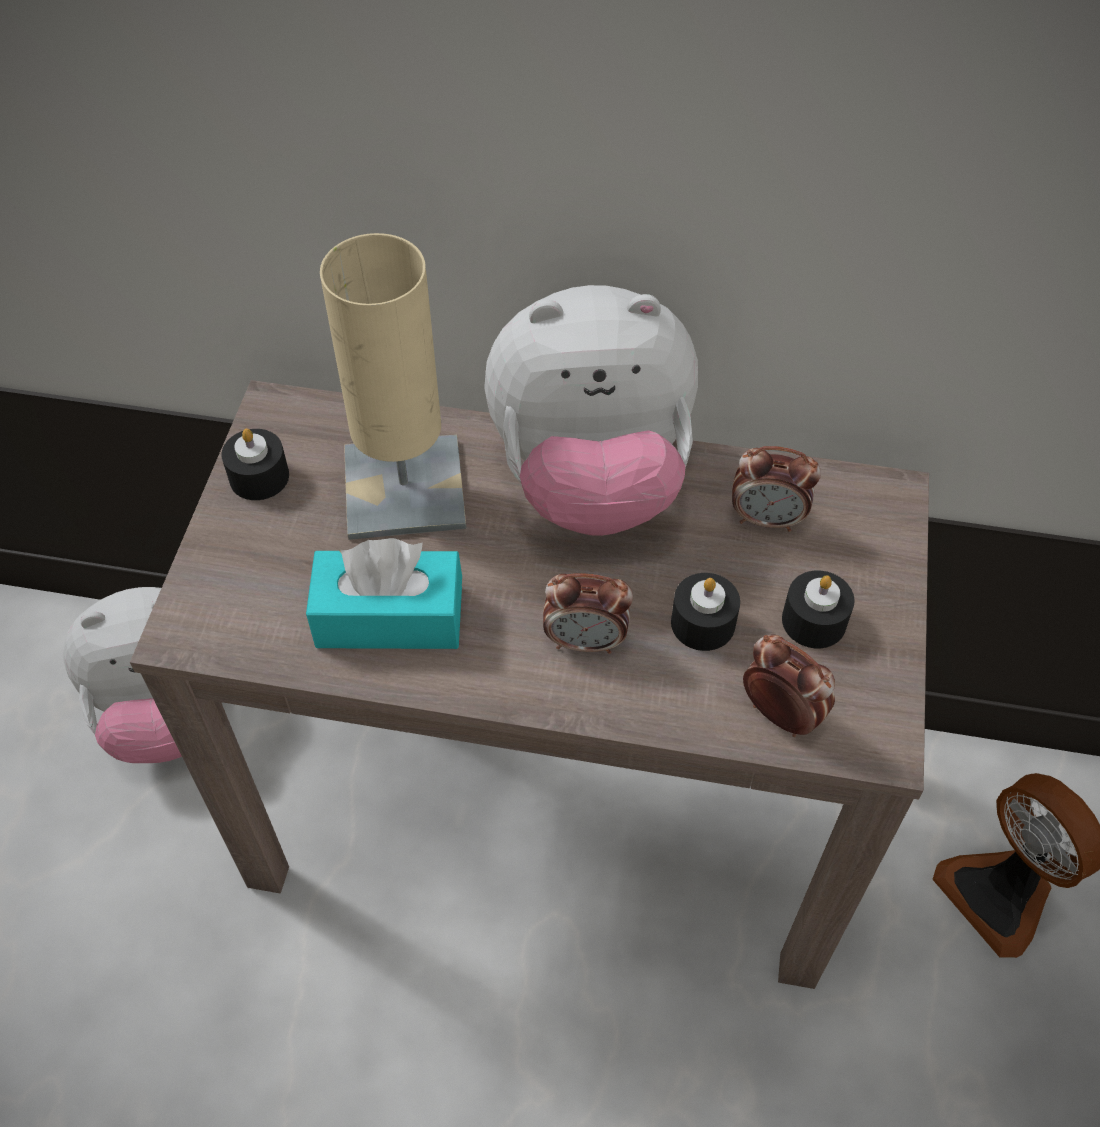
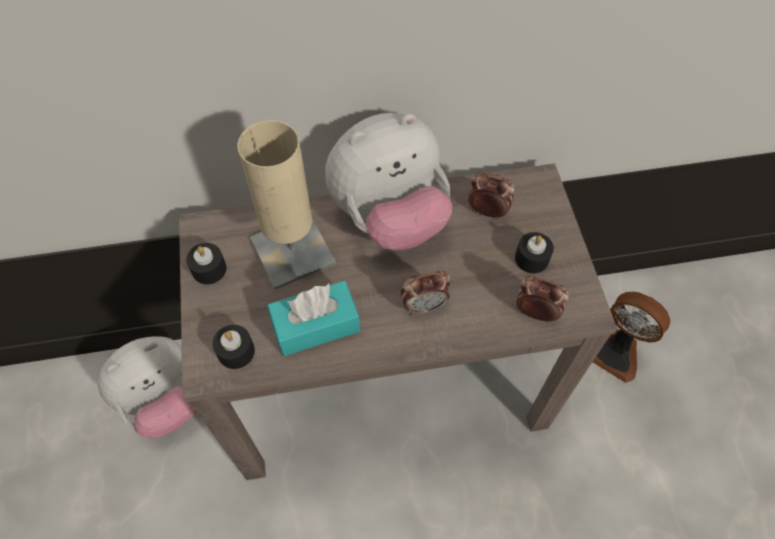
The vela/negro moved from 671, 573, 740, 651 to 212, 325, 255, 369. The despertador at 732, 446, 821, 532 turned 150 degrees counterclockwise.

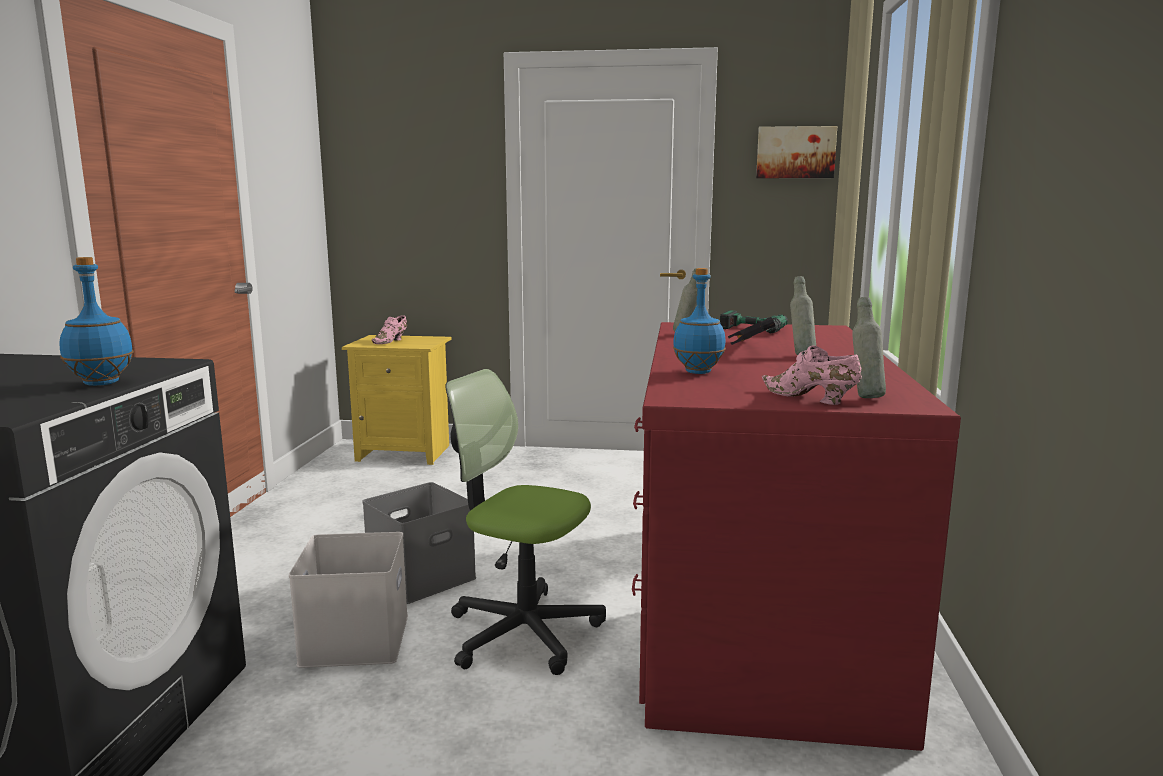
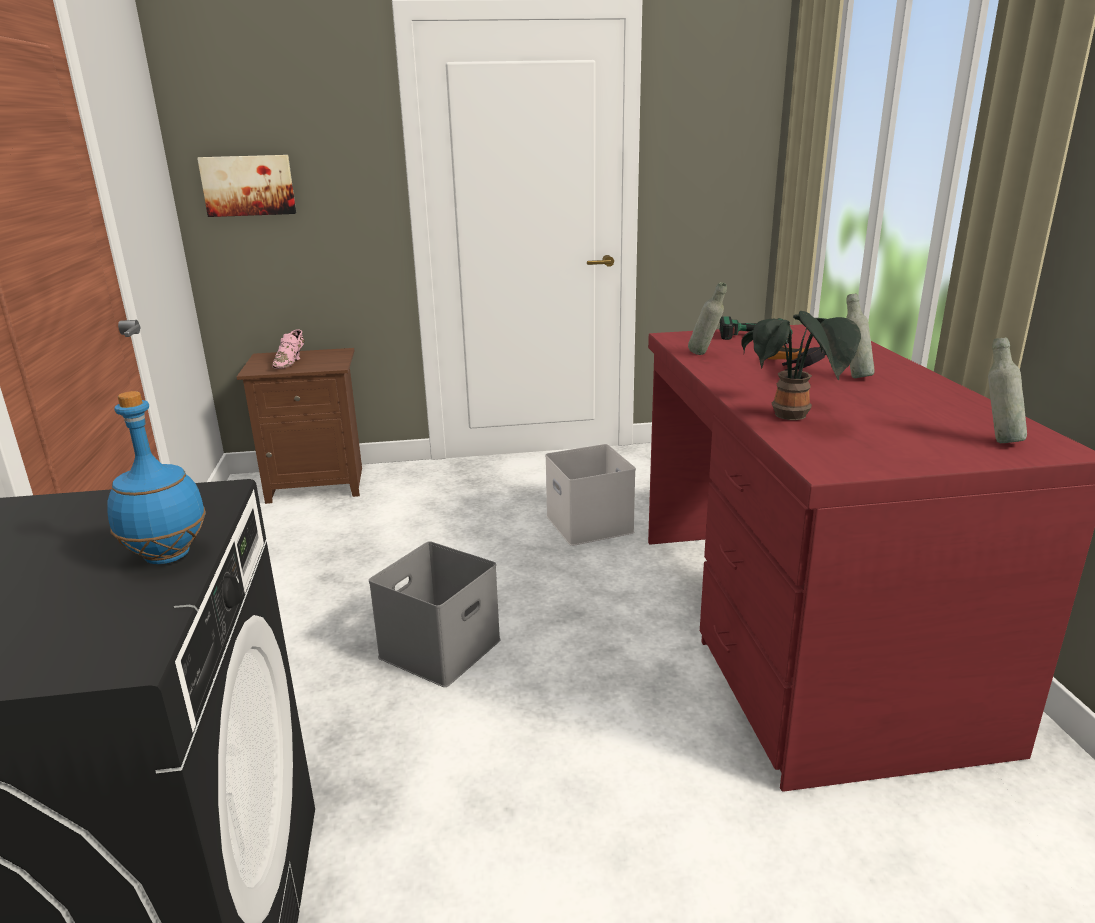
The cuadro moved from 756, 126, 837, 178 to 197, 155, 296, 217. The mesita de noche/amarillo at 342, 335, 451, 465 became the mesita de noche/marrón at 237, 348, 362, 504. The caja de almacenaje/blanco moved from 289, 532, 408, 668 to 545, 444, 636, 546. The botella/azul at 673, 268, 726, 374 was replaced by the planta en maceta at 741, 311, 861, 420. The silla de oficina at 445, 369, 606, 675 disappeared. The zapato/rosa at 762, 345, 862, 405 disappeared.

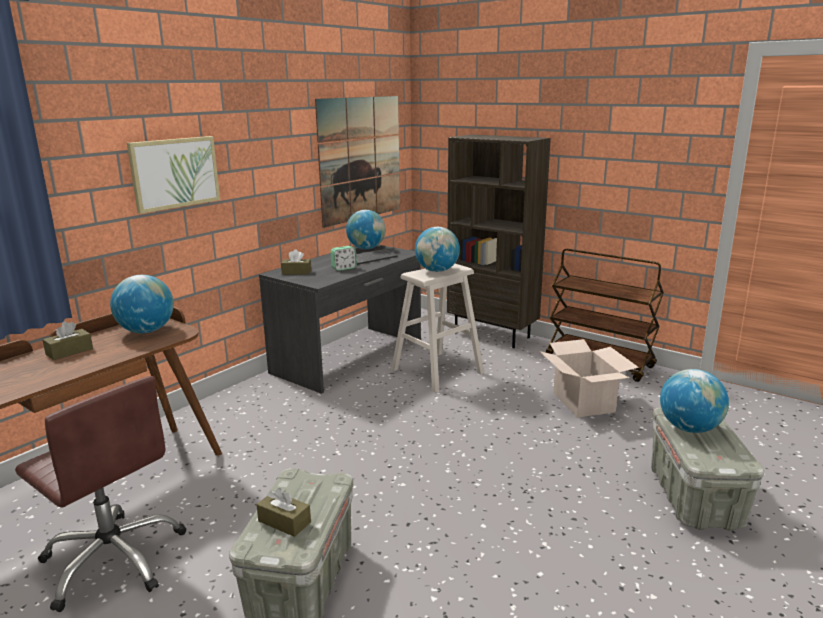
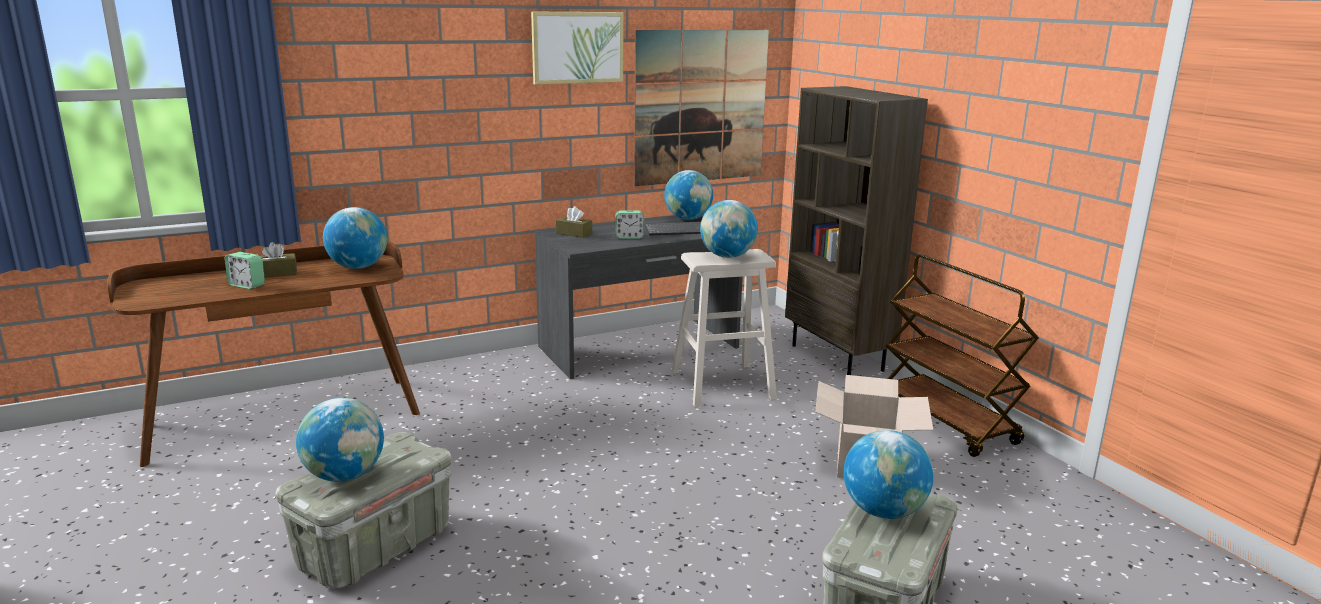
The despertador at 225, 252, 265, 289 appeared. The caja de pañuelos/marrón at 256, 488, 311, 537 was replaced by the globo terráqueo at 296, 398, 384, 482. The cuadro moved from 127, 136, 220, 214 to 531, 11, 623, 85. The silla de oficina/marrón at 15, 376, 186, 612 disappeared.

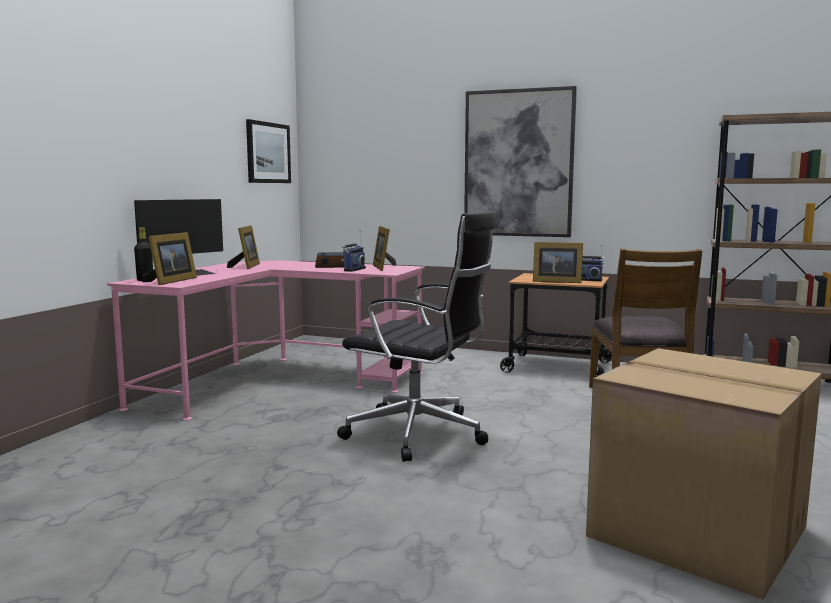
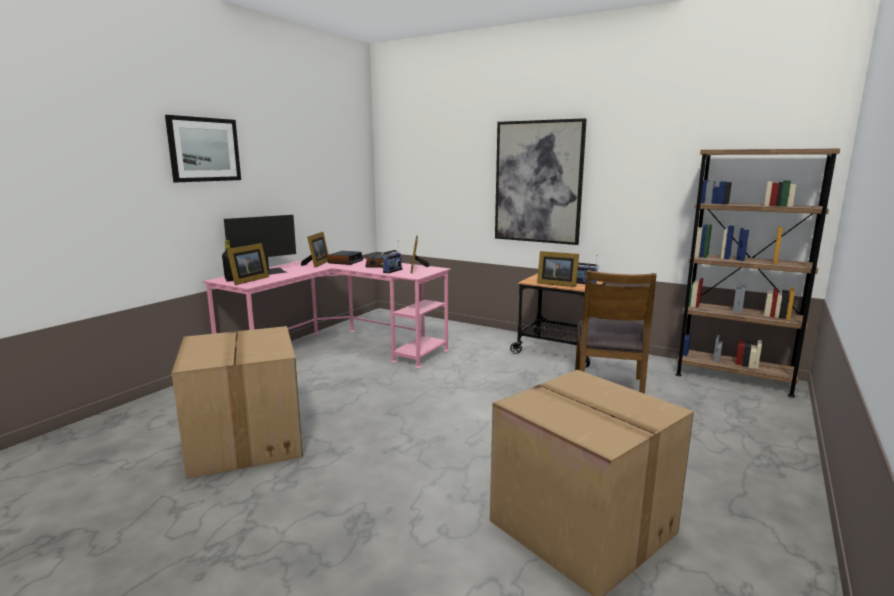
The cuadro moved from 246, 119, 291, 183 to 165, 115, 241, 182. The caja de cartón at 172, 326, 303, 479 appeared. The despertador at 327, 251, 363, 265 appeared. The silla de oficina/negro at 337, 211, 498, 462 disappeared.

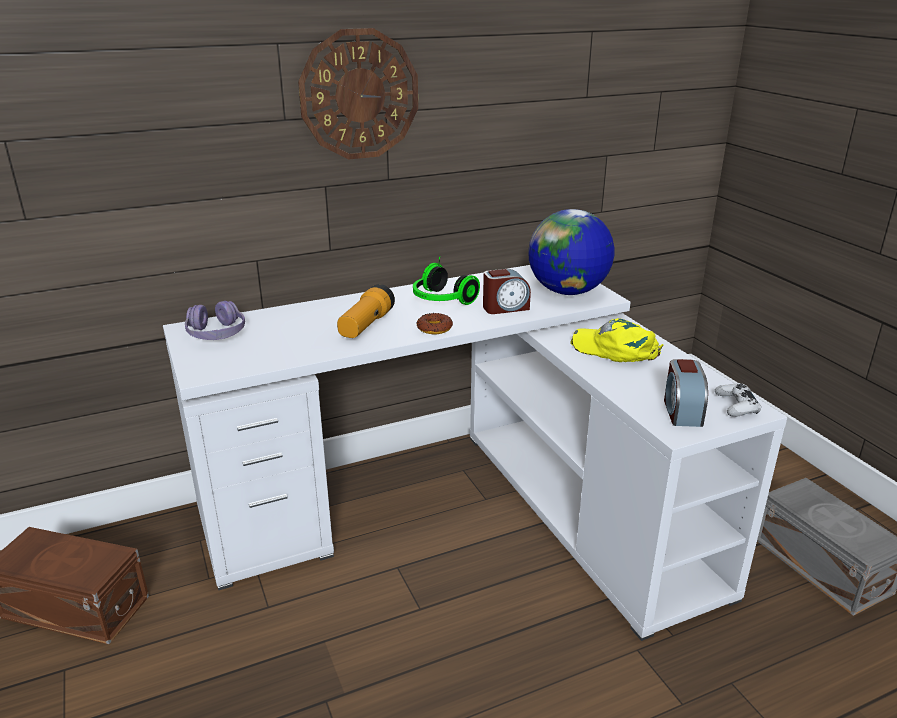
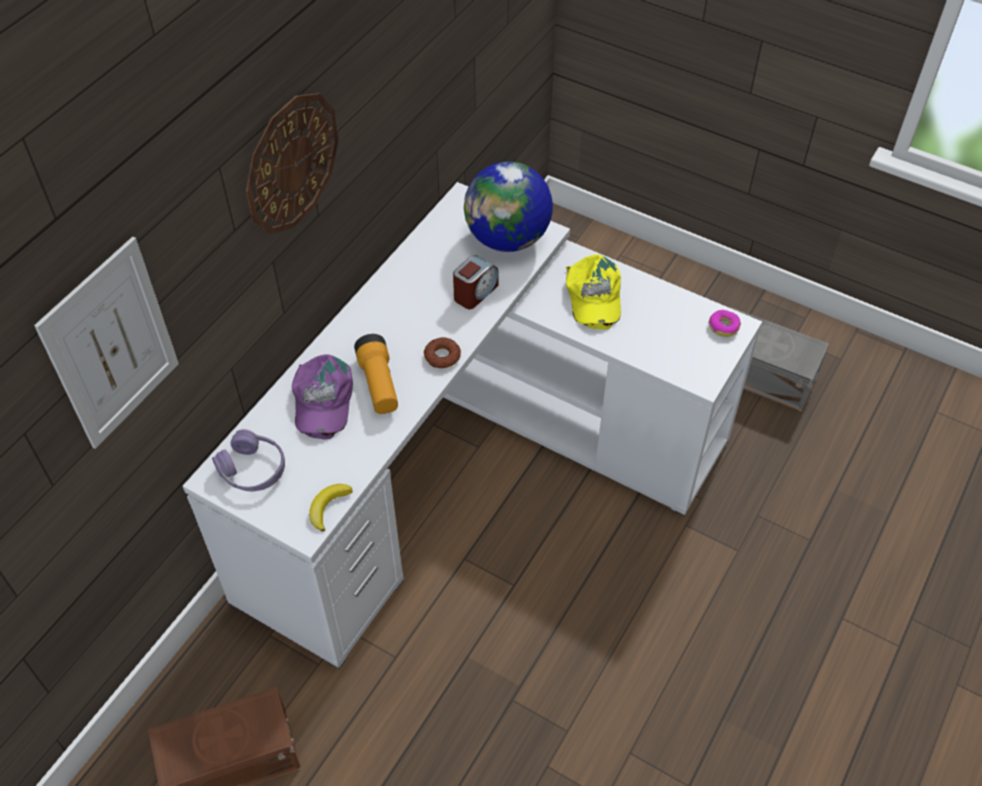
The cuadro at 34, 237, 179, 449 appeared. The gorra/morado at 292, 354, 353, 439 appeared. The plátano at 309, 484, 352, 532 appeared. The gorra/amarillo at 570, 318, 663, 362 turned 90 degrees counterclockwise. The mando de consola/blanco at 715, 383, 761, 417 was replaced by the rosquilla at 708, 310, 741, 337. The auriculares at 413, 256, 480, 305 disappeared. The despertador at 664, 359, 708, 427 disappeared.

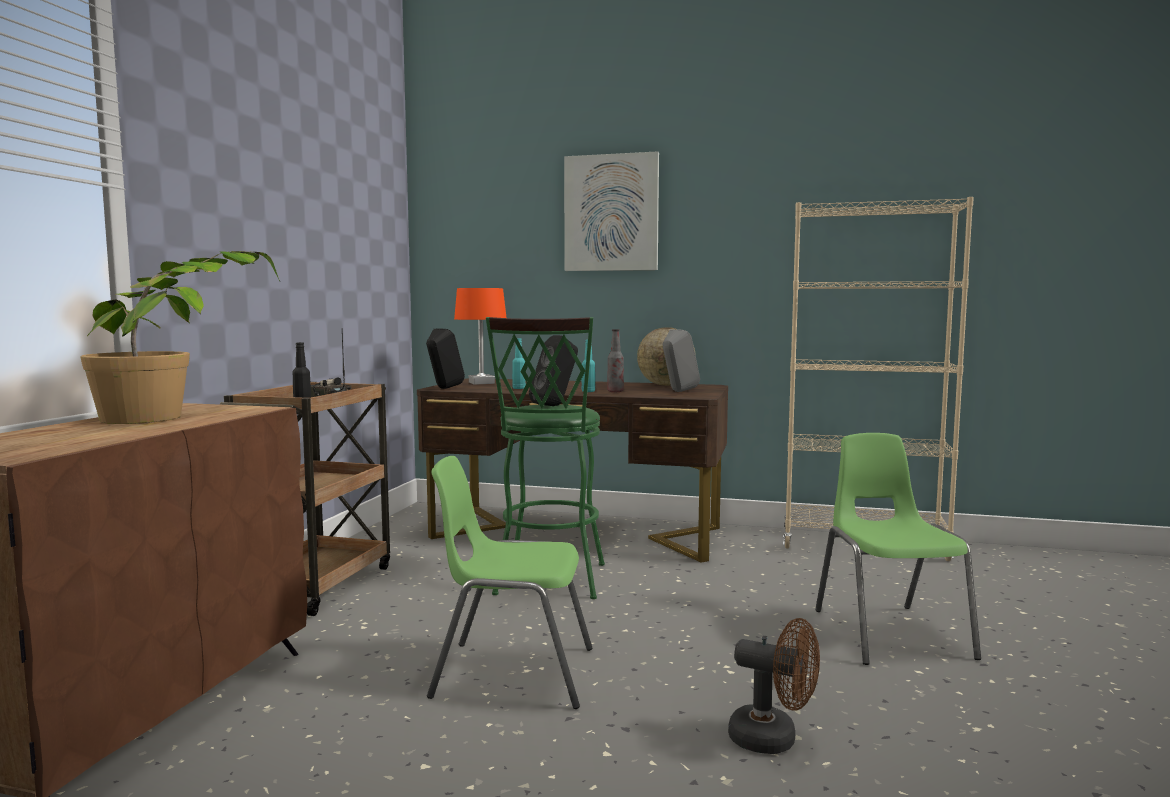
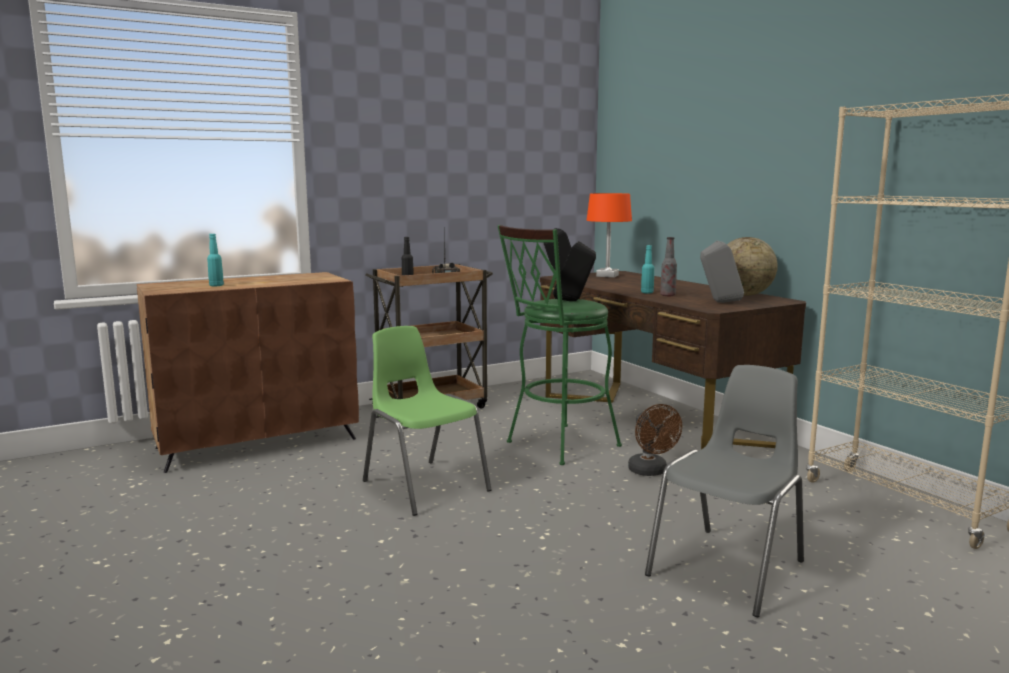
The botella/turquesa moved from 512, 338, 526, 389 to 207, 234, 224, 286. The ventilador/marrón moved from 728, 618, 820, 754 to 628, 404, 682, 476. The silla/verde at 815, 433, 981, 665 became the silla/gris at 645, 365, 804, 617. The planta en maceta at 80, 251, 280, 424 disappeared. The cuadro at 564, 151, 659, 271 disappeared.

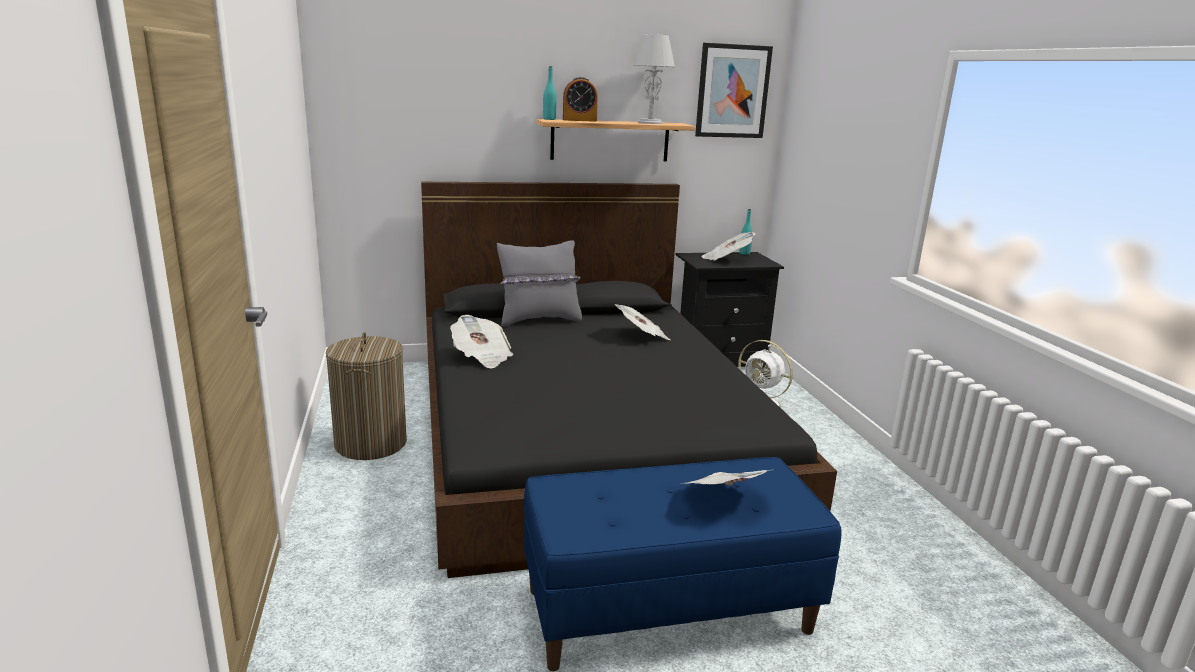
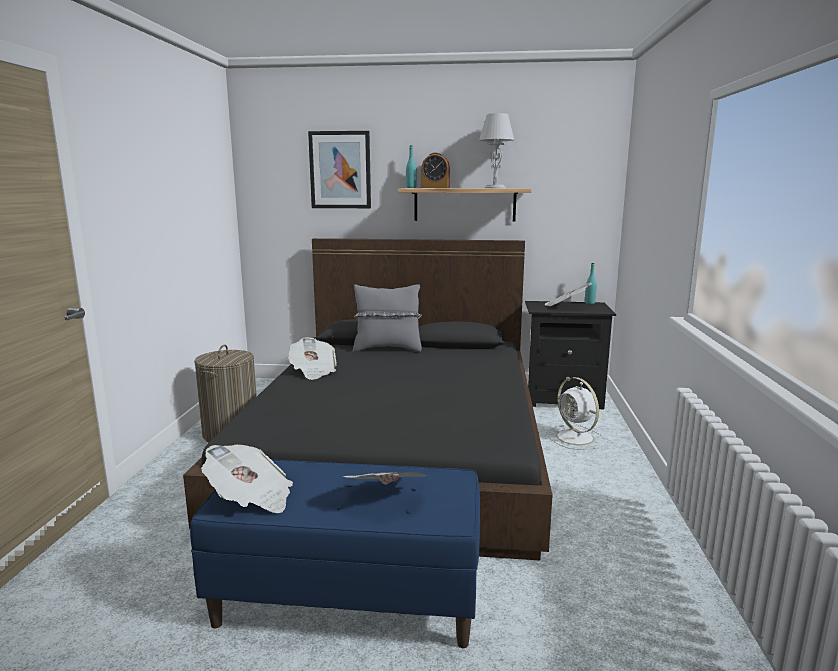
The periódico moved from 615, 304, 670, 340 to 201, 444, 293, 513. The cuadro moved from 695, 43, 773, 138 to 308, 131, 371, 208.

